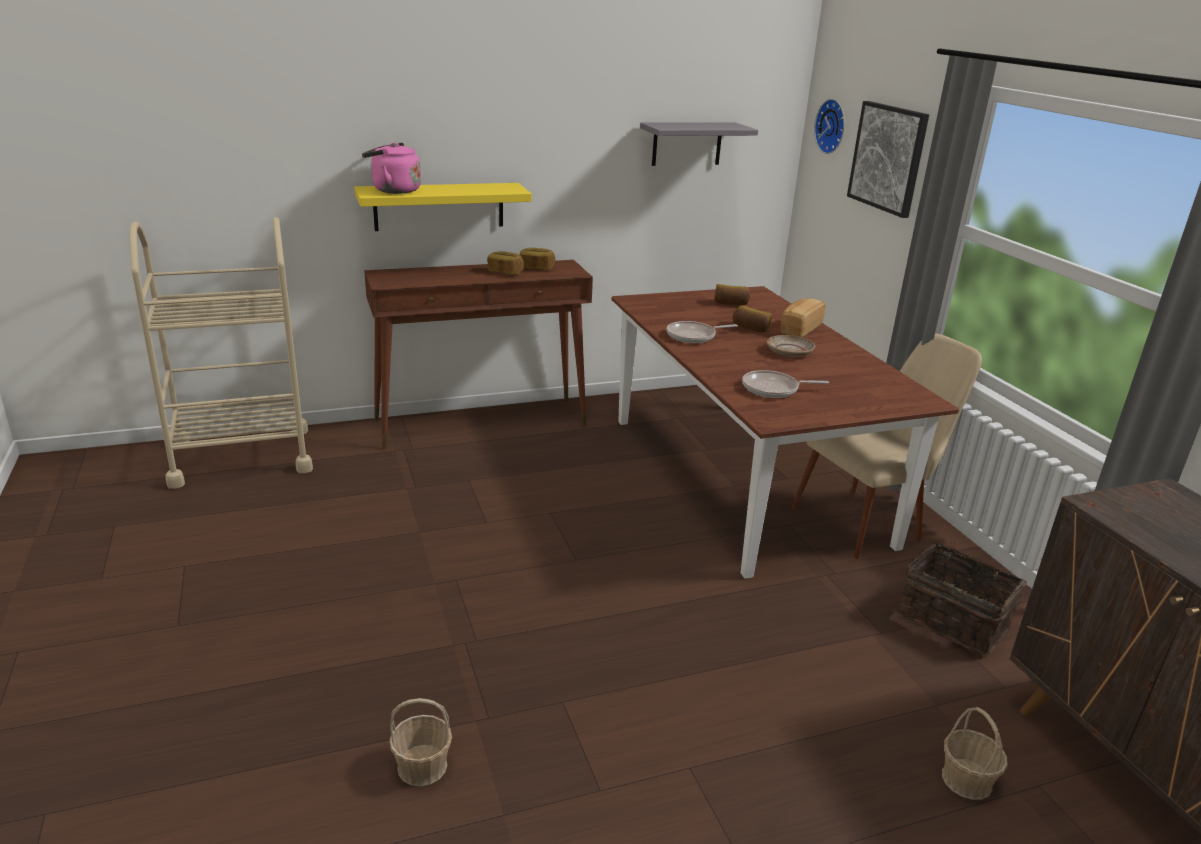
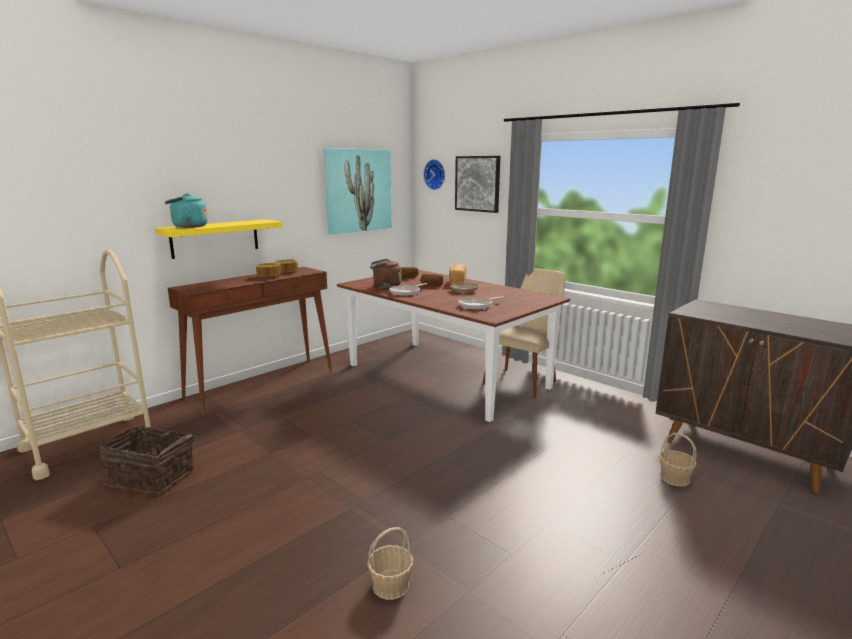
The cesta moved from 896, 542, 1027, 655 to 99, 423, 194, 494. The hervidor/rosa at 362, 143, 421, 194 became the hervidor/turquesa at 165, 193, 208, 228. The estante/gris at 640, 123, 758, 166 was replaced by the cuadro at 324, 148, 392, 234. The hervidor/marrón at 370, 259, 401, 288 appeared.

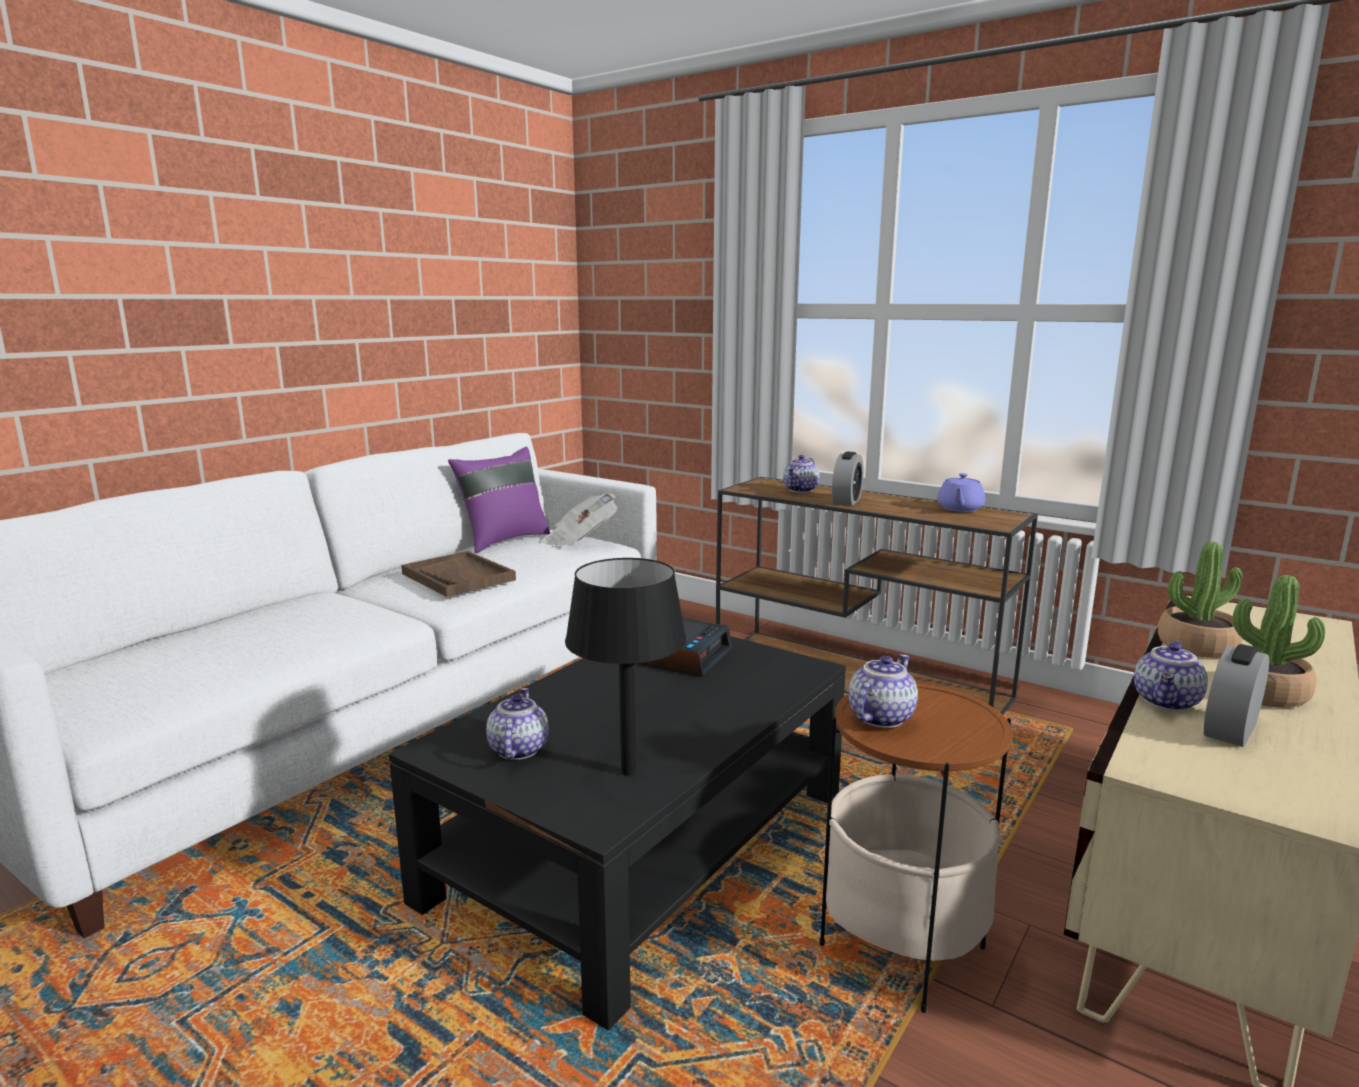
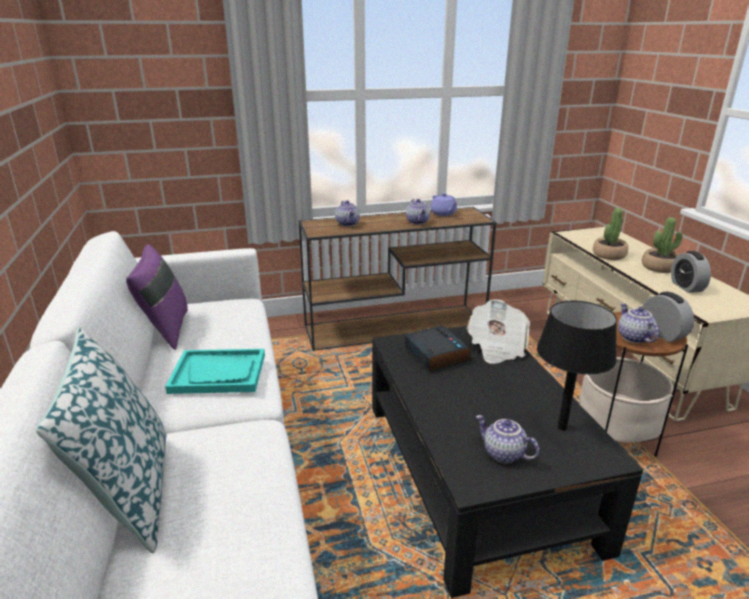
The cojín at 36, 327, 166, 553 appeared. The bandeja/marrón at 401, 551, 516, 597 became the bandeja/turquesa at 165, 349, 265, 394. The tetera moved from 1134, 641, 1208, 711 to 406, 199, 430, 225. The periódico moved from 542, 493, 617, 546 to 467, 299, 530, 364. The despertador moved from 832, 451, 864, 506 to 642, 292, 694, 342.

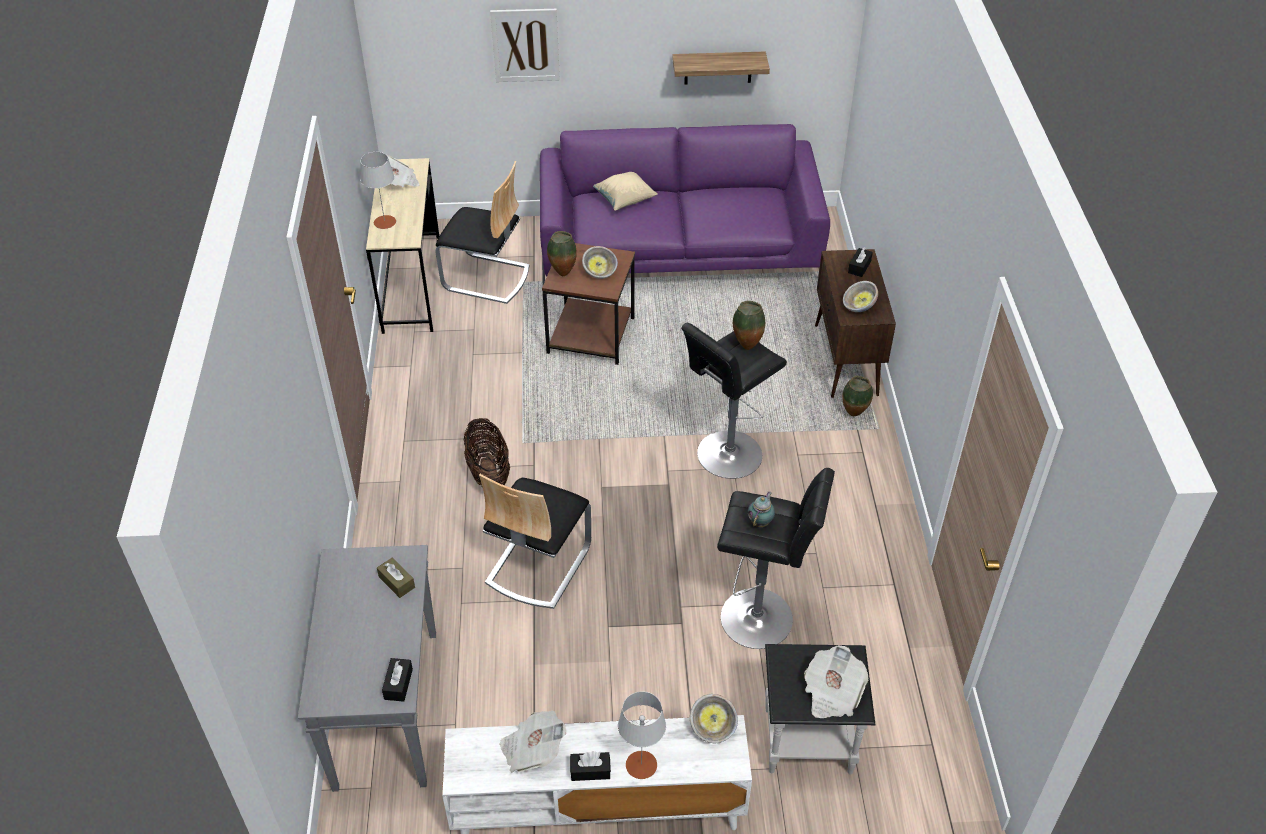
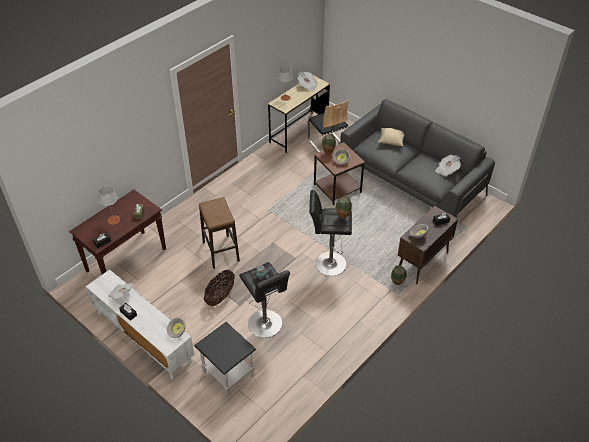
The mesa consola/gris at 298, 545, 436, 792 became the mesa consola/marrón at 69, 190, 166, 274. The lámpara de mesa/gris moved from 618, 691, 666, 779 to 98, 186, 120, 224. The silla at 479, 474, 591, 609 was replaced by the taburete at 199, 197, 240, 269. The cesta moved from 464, 418, 510, 487 to 204, 270, 235, 306. The sofá/morado at 540, 124, 830, 284 became the sofá/gris at 340, 99, 495, 218. The periódico moved from 804, 645, 869, 718 to 435, 155, 461, 176. The cuadro at 490, 9, 560, 82 disappeared. The estante at 672, 52, 770, 85 disappeared.

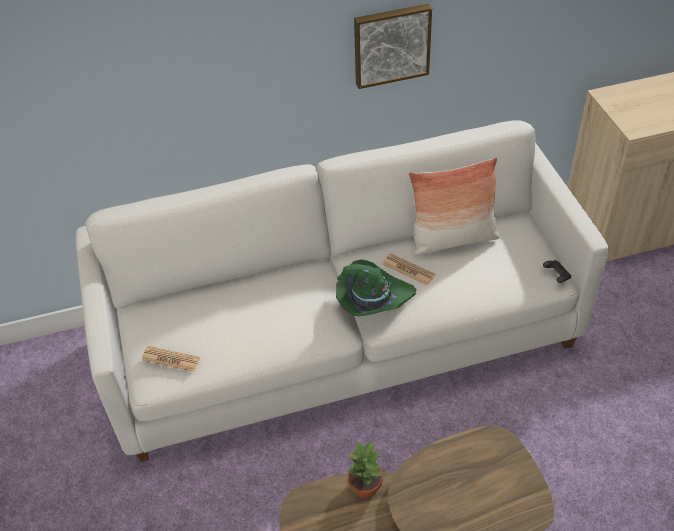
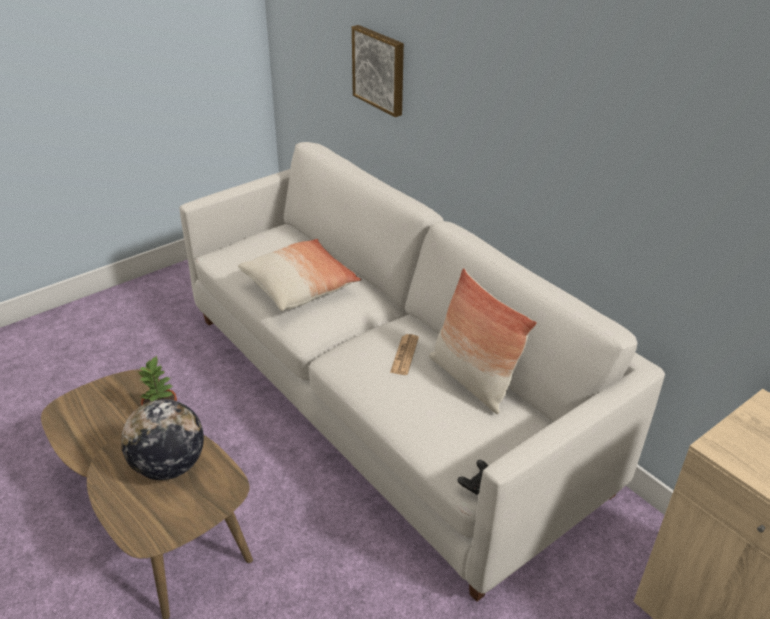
The globo terráqueo at 121, 399, 204, 480 appeared. The cojín at 238, 239, 361, 311 appeared. The cuadro moved from 354, 4, 432, 89 to 352, 25, 404, 117. The periódico at 142, 346, 200, 372 disappeared. The sombrero/verde at 336, 259, 416, 316 disappeared.

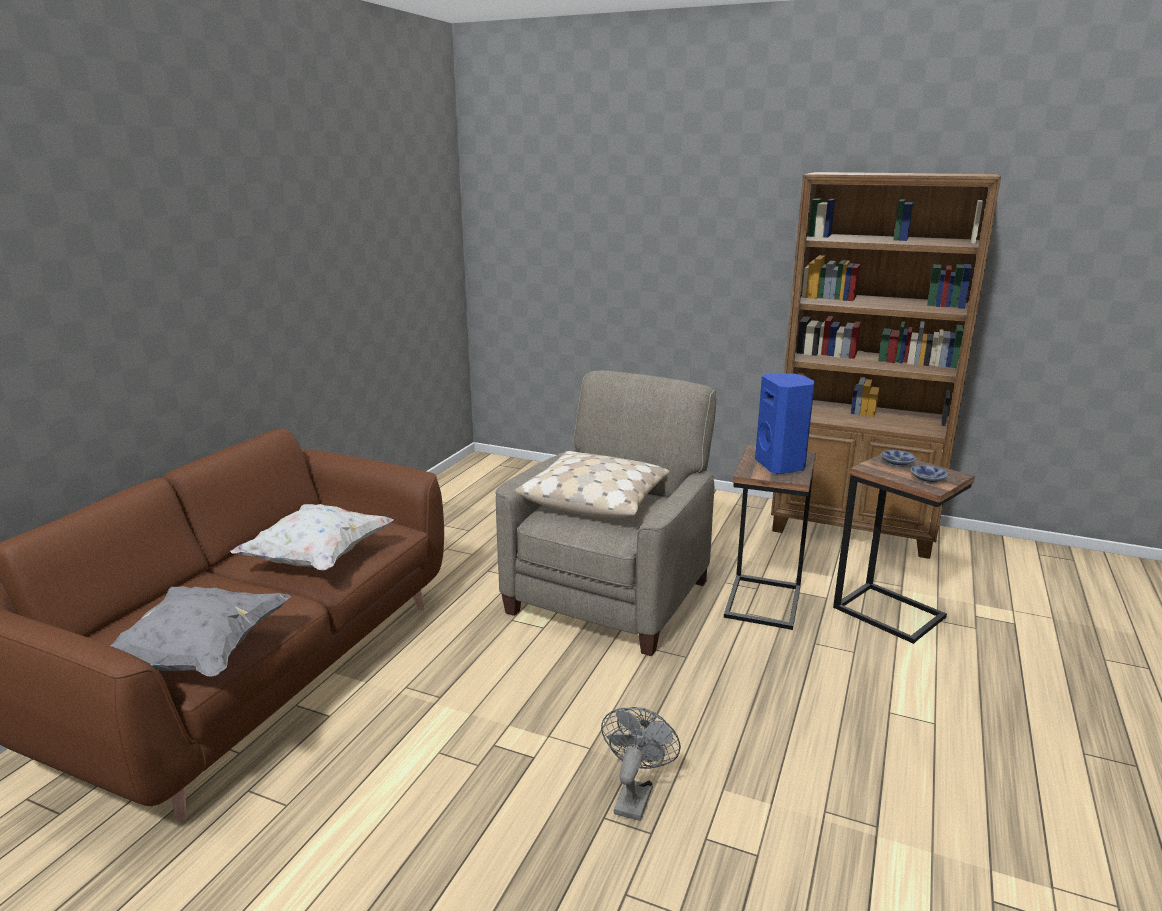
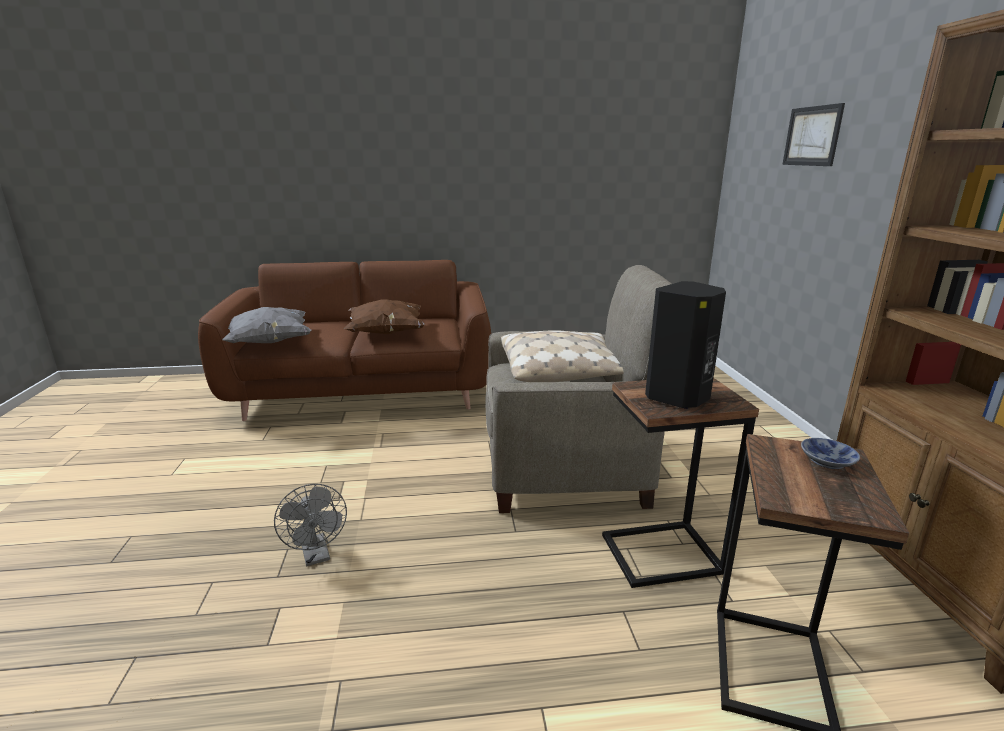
The ventilador/gris at 601, 707, 681, 821 turned 75 degrees clockwise. The cojín/blanco at 230, 504, 394, 571 became the cojín/marrón at 344, 299, 425, 334. The altavoz/azul at 755, 373, 815, 474 became the altavoz/negro at 645, 281, 726, 409. The cuadro at 782, 103, 845, 166 appeared. The cuenco at 911, 465, 948, 483 disappeared.

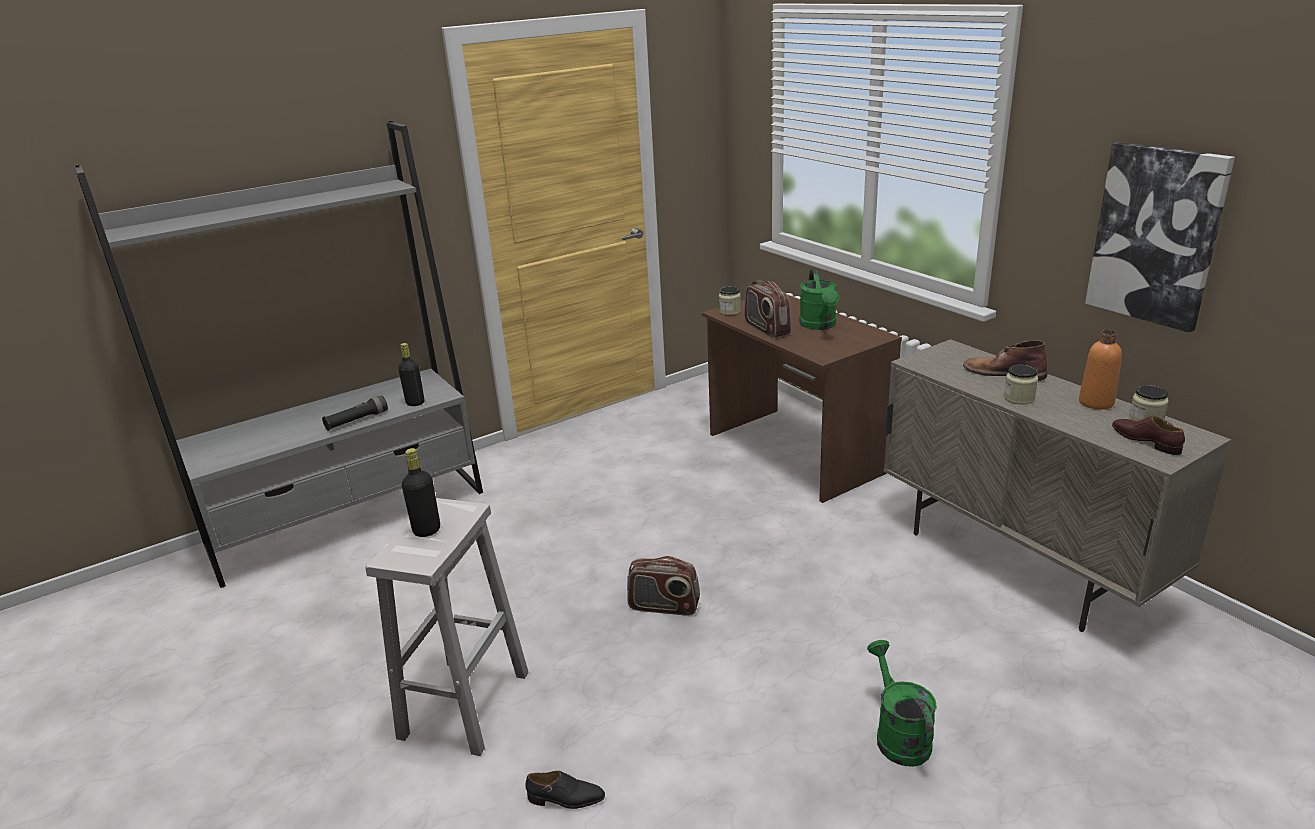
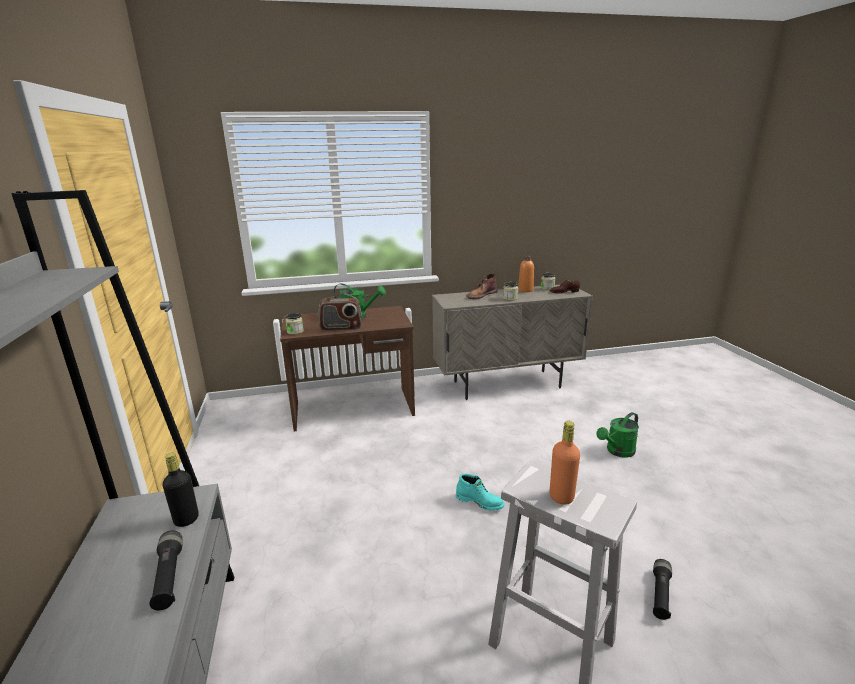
The radio at 627, 556, 700, 615 was replaced by the bota/turquesa at 456, 474, 504, 511. The botella/negro at 402, 448, 440, 537 became the botella/naranja at 550, 421, 580, 505. The regadera/verde at 867, 640, 937, 767 turned 45 degrees counterclockwise. The zapato/negro at 525, 771, 605, 809 was replaced by the linterna/negro at 653, 559, 672, 620. The cuadro at 1085, 142, 1235, 333 disappeared.

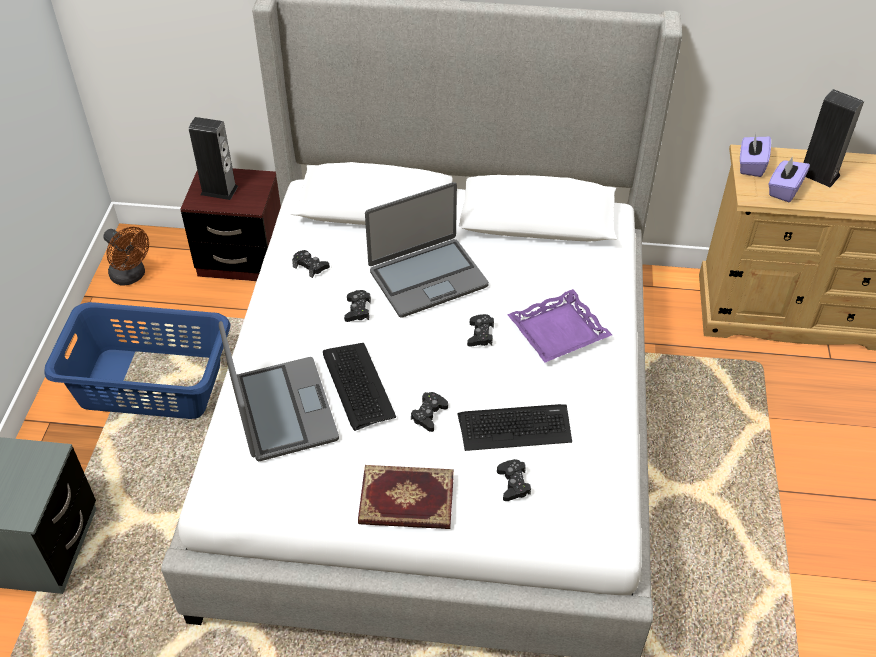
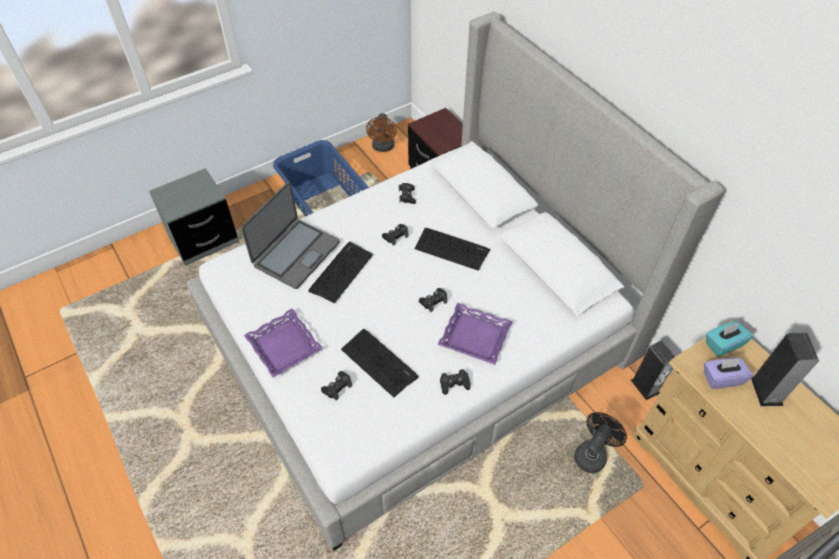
The libro at 358, 465, 454, 529 was replaced by the bandeja/morado at 244, 309, 323, 378. The portátil at 365, 182, 489, 318 was replaced by the teclado at 415, 228, 490, 271. The mando de consola/negro moved from 411, 392, 448, 432 to 440, 369, 471, 395. The ventilador/negro at 574, 412, 627, 473 appeared. The altavoz moved from 189, 117, 238, 200 to 631, 341, 675, 400. The caja de pañuelos/morado at 740, 132, 771, 177 became the caja de pañuelos/turquesa at 706, 321, 753, 357.

